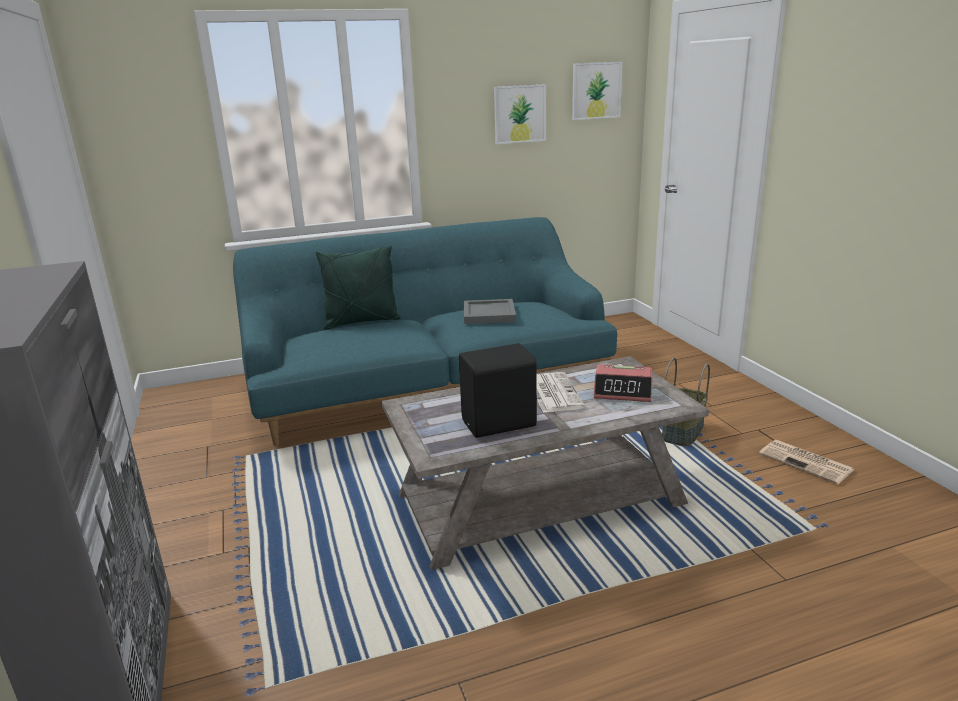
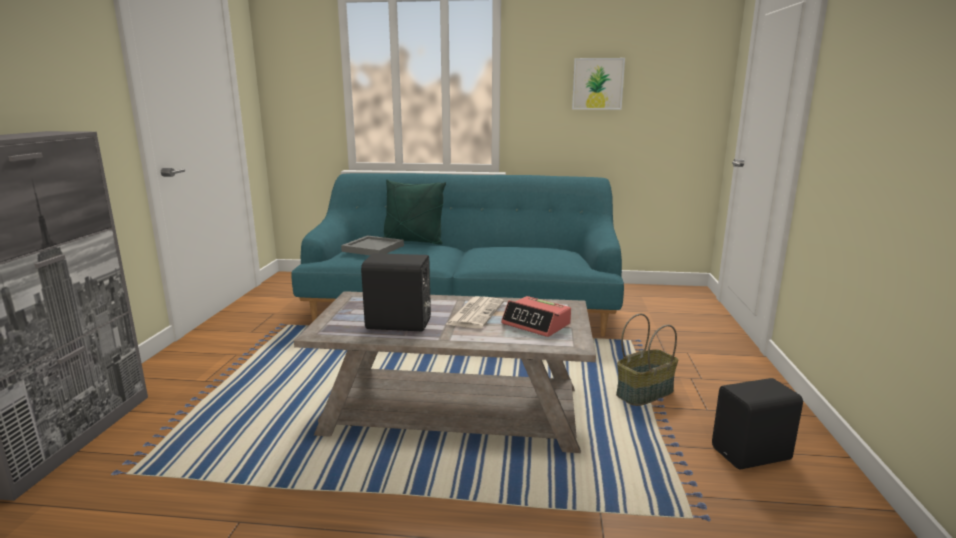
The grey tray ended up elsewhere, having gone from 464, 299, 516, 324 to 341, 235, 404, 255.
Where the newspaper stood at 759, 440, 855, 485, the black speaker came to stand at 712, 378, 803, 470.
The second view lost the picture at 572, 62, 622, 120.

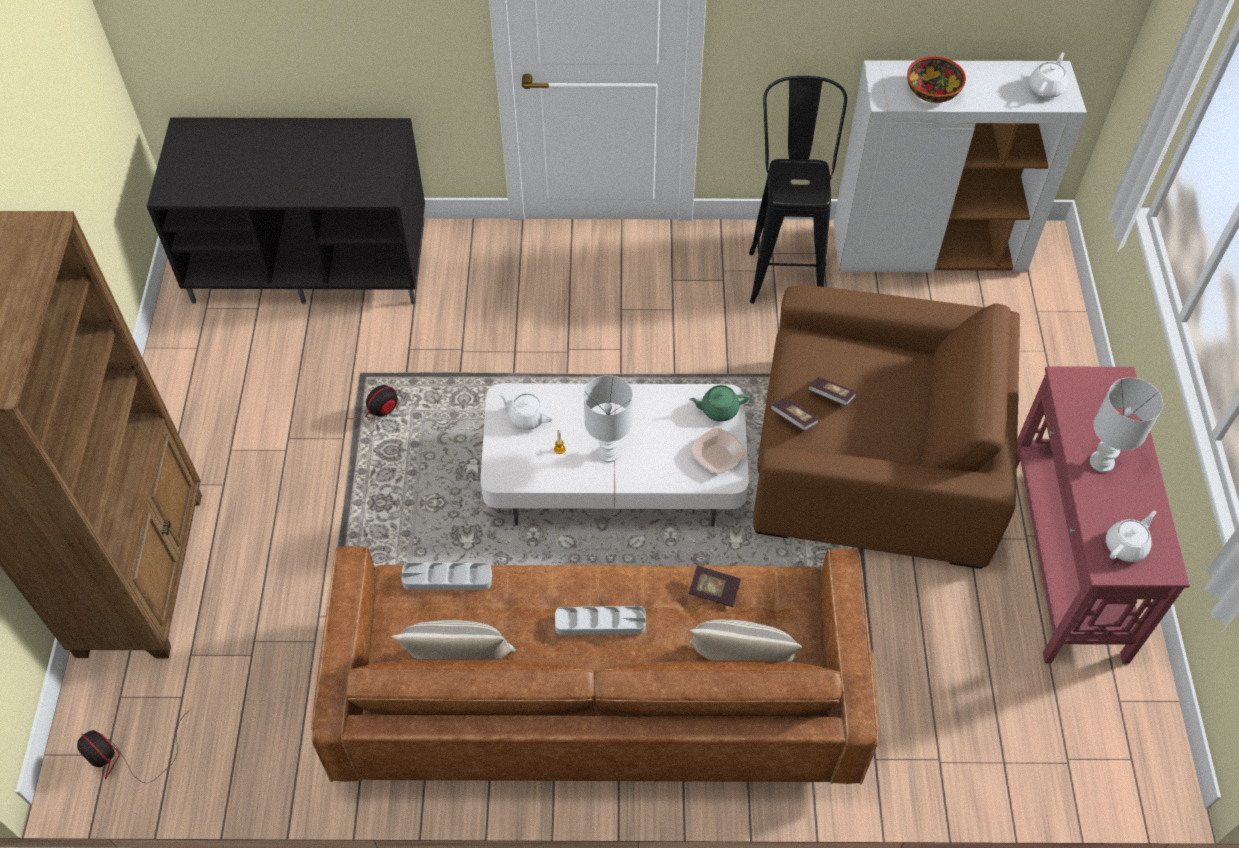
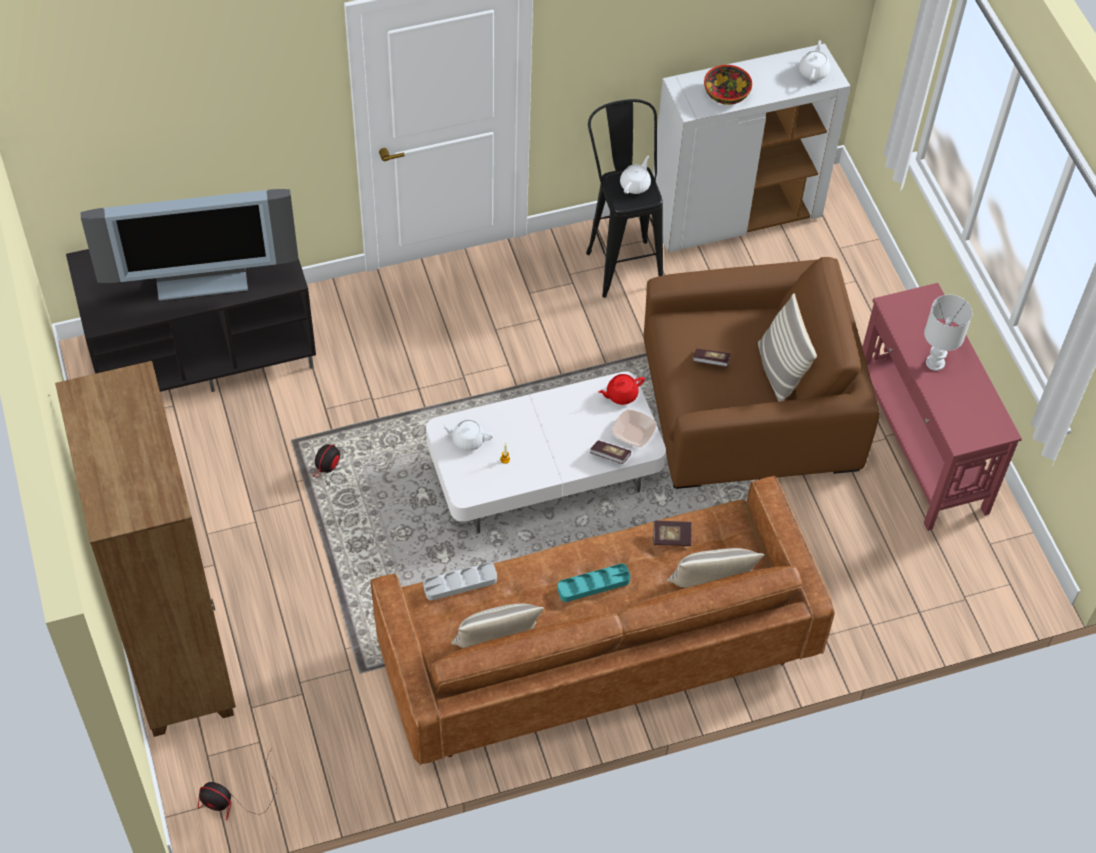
The second view gained the television at 80, 189, 299, 301.
What was the grey tray at 555, 606, 646, 635 turned into the turquoise tray at 557, 564, 631, 602.
The book ended up elsewhere, having gone from 770, 398, 820, 431 to 590, 440, 631, 464.
What was the green teapot at 689, 385, 749, 421 turned into the red teapot at 599, 374, 645, 405.
The white teapot ended up elsewhere, having gone from 1106, 511, 1156, 562 to 620, 156, 651, 194.
The second view gained the pillow at 758, 293, 817, 401.
The second view lost the white table lamp at 584, 375, 633, 463.

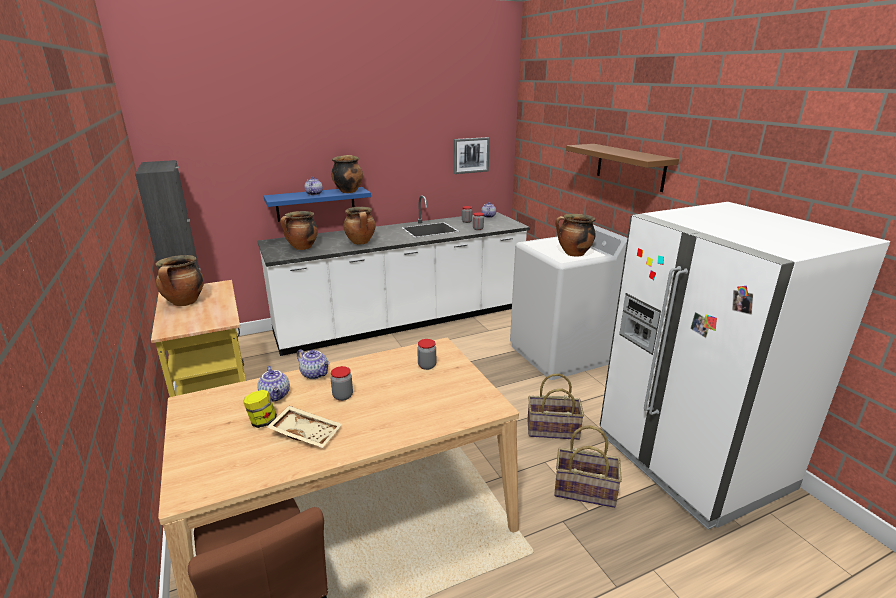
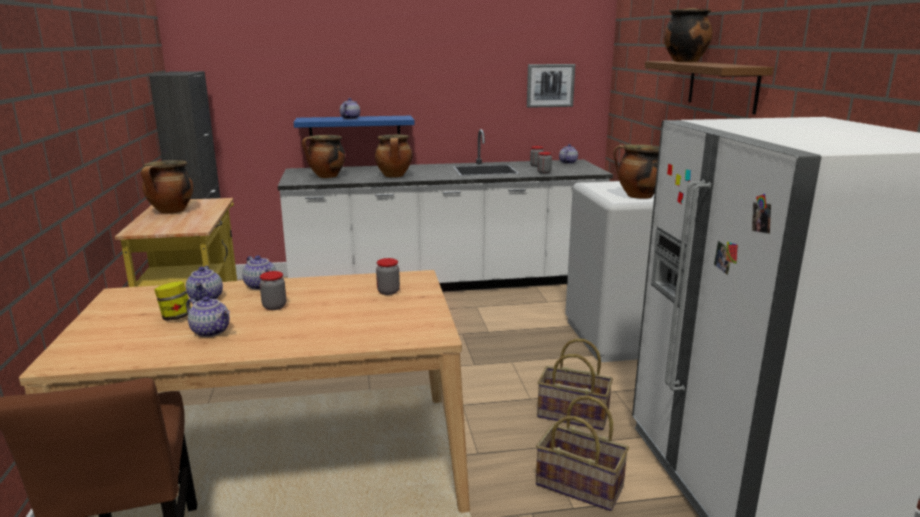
Where the beige tray stood at 267, 406, 342, 448, the teapot came to stand at 186, 296, 230, 337.
The cooking pot ended up elsewhere, having gone from 331, 155, 363, 193 to 664, 8, 713, 62.

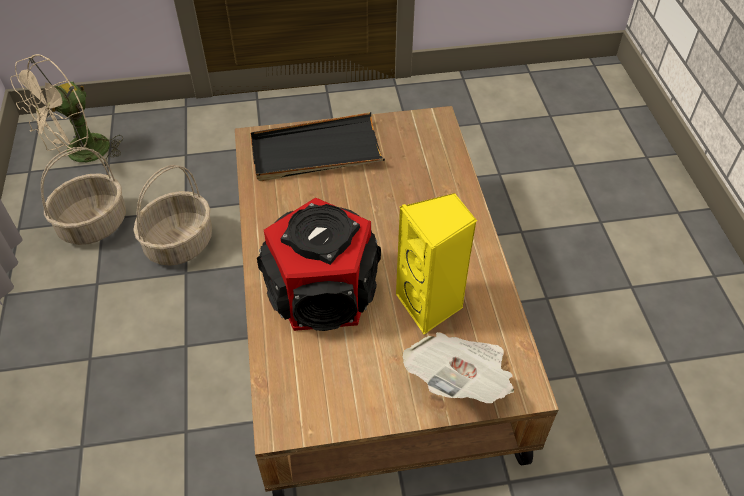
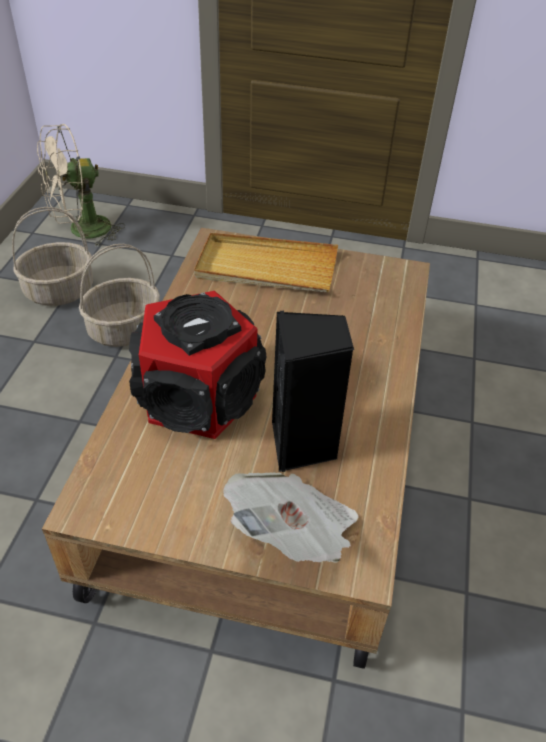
What was the black tray at 250, 112, 385, 181 turned into the beige tray at 194, 233, 338, 293.
What was the yellow speaker at 396, 193, 477, 334 turned into the black speaker at 272, 311, 354, 472.

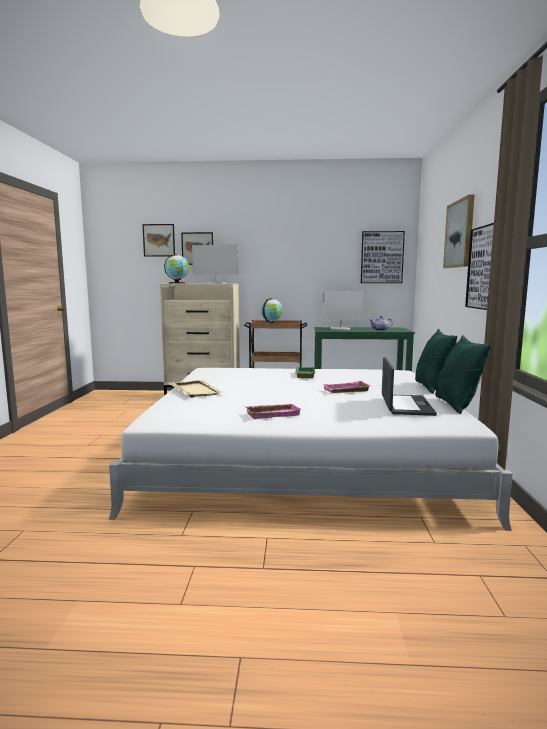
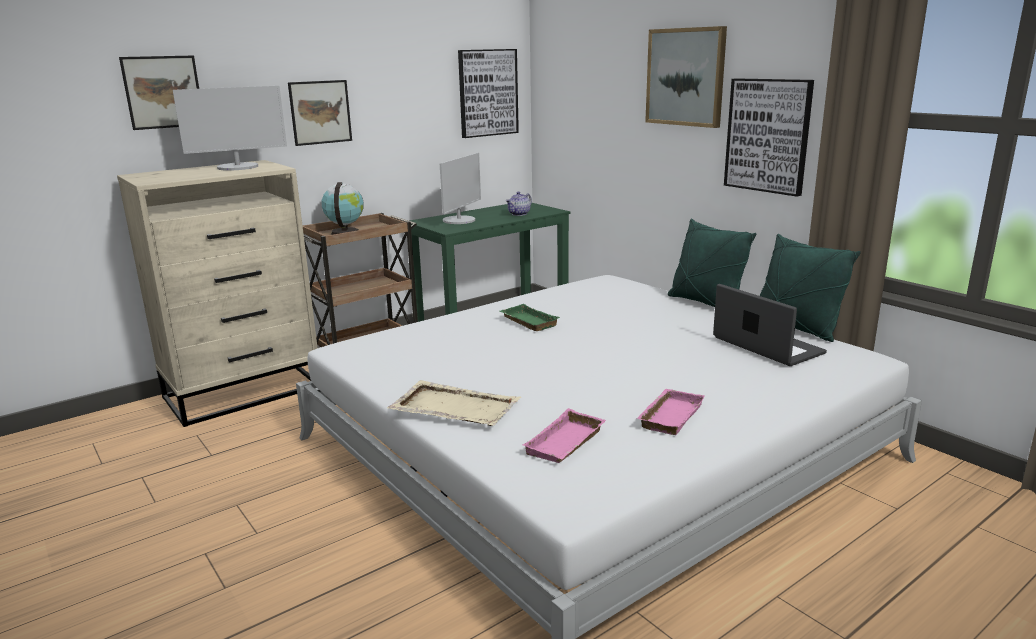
The picture ended up elsewhere, having gone from 142, 224, 175, 257 to 288, 80, 352, 146.
The pink tray ended up elsewhere, having gone from 323, 381, 370, 393 to 523, 408, 606, 463.
The second view lost the globe at 164, 254, 189, 284.

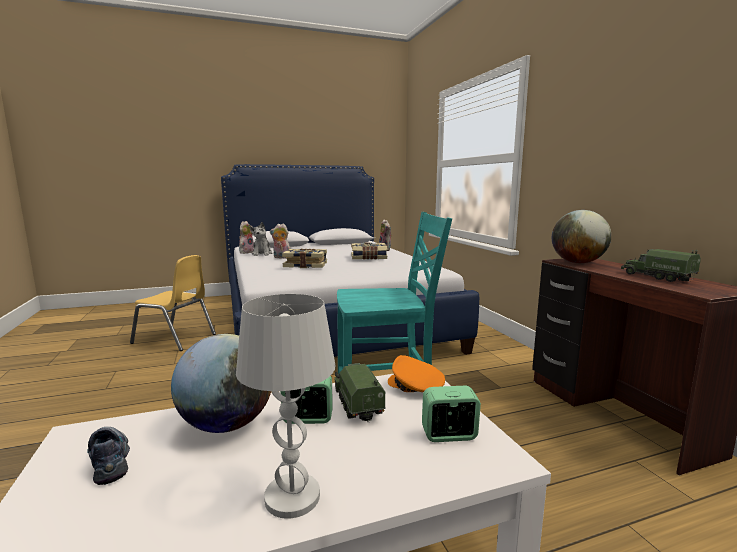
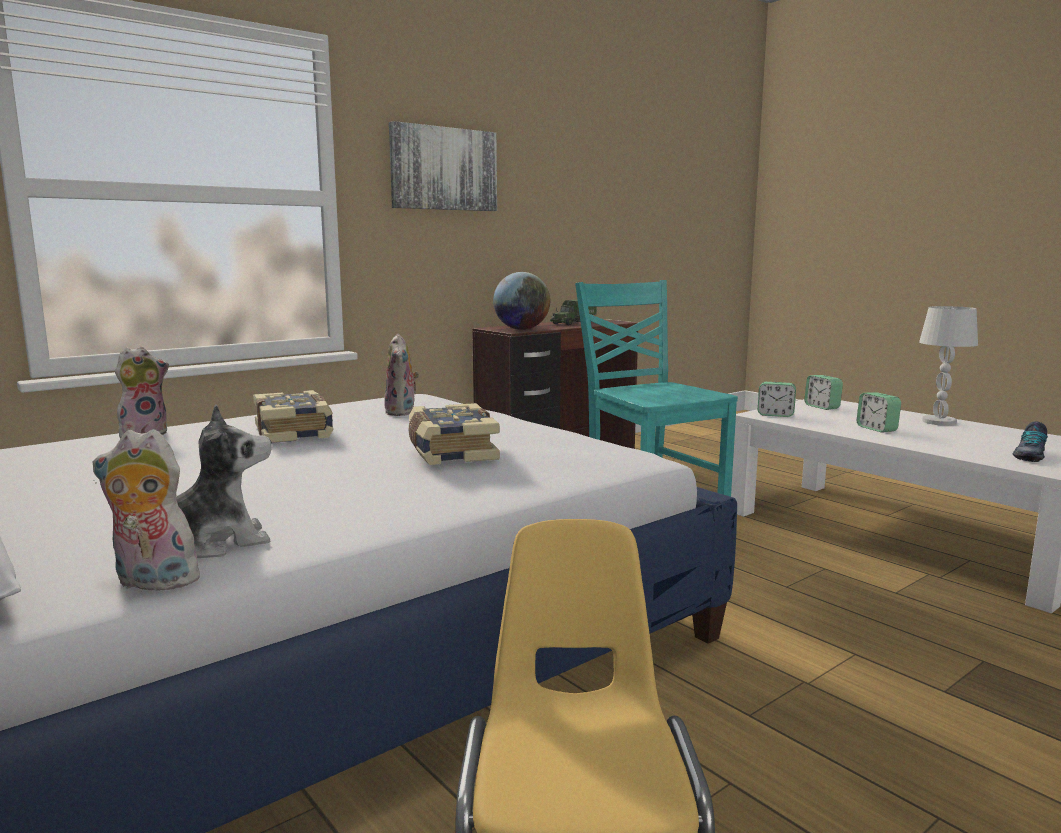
The plush toy ended up elsewhere, having gone from 270, 223, 290, 259 to 384, 334, 419, 416.
The second view gained the picture at 389, 121, 497, 211.
Where the orange cap stood at 388, 355, 445, 392, the alarm clock came to stand at 758, 382, 796, 417.
The second view lost the globe at 171, 334, 271, 433.
The second view lost the toy truck at 334, 363, 386, 423.

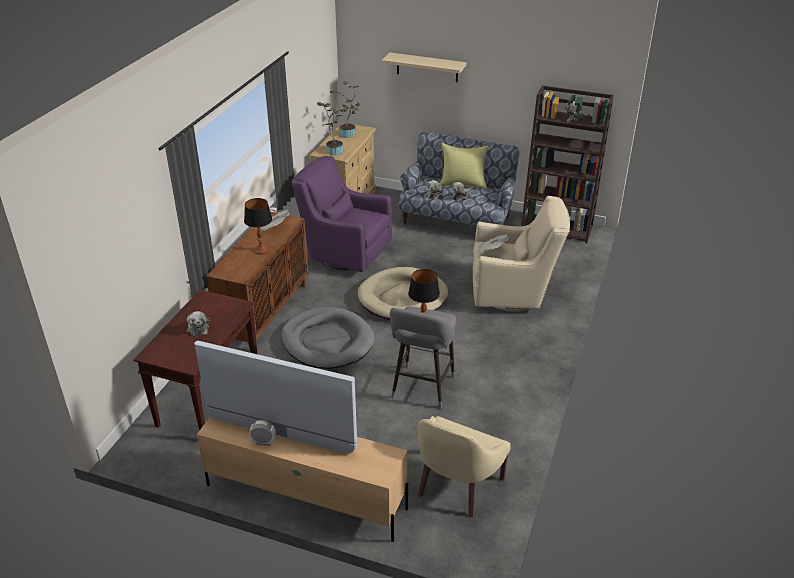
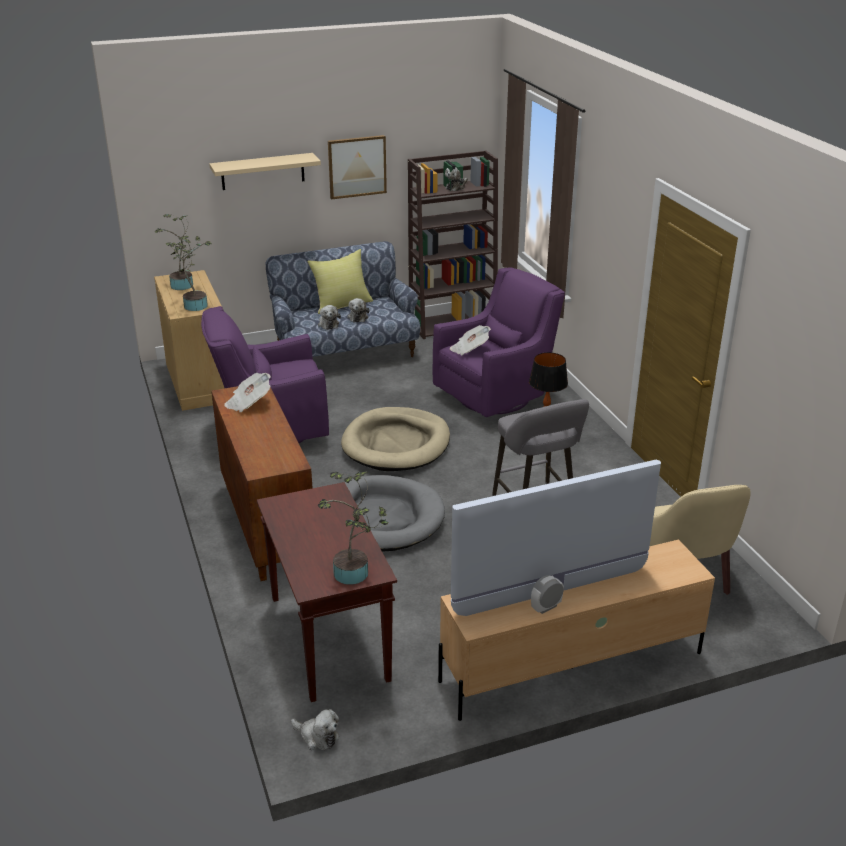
The plush toy ended up elsewhere, having gone from 187, 311, 210, 337 to 291, 709, 339, 750.
The second view gained the potted plant at 318, 471, 388, 585.
The second view gained the picture at 328, 135, 387, 199.
What was the beige armchair at 473, 196, 570, 312 turned into the purple armchair at 433, 268, 565, 417.
The second view lost the table lamp at 244, 198, 272, 255.

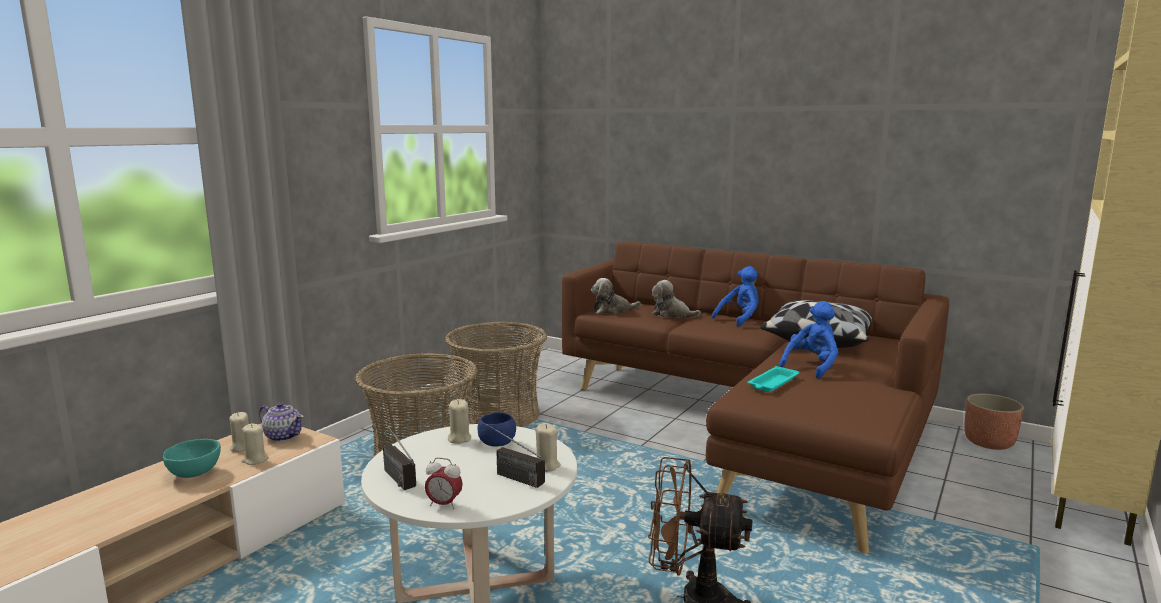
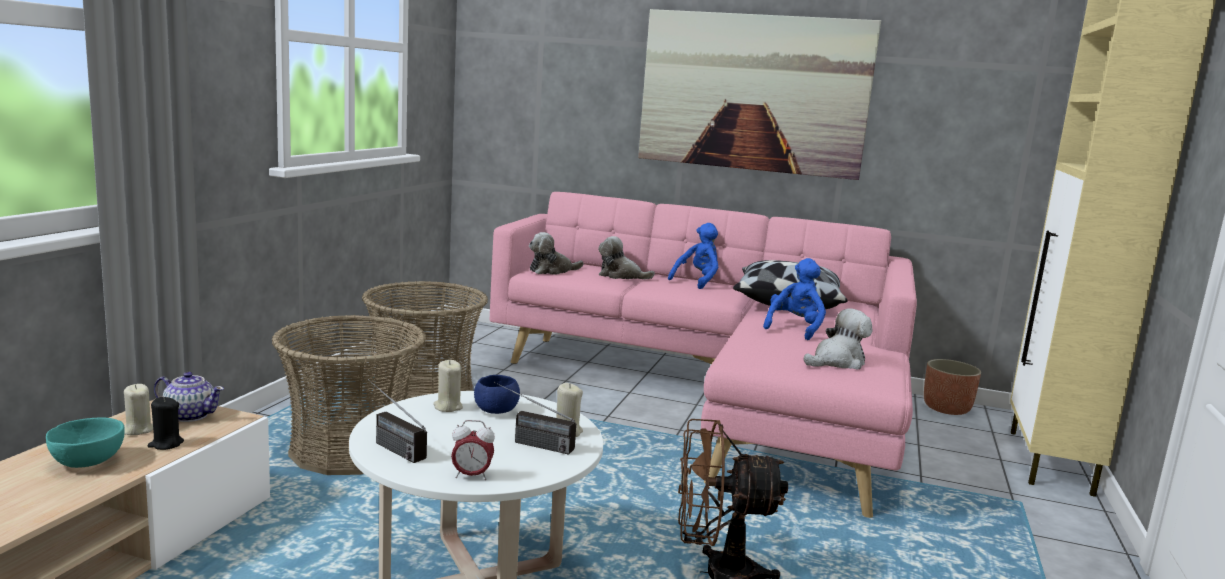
What was the beige candle at 241, 424, 269, 465 turned into the black candle at 148, 397, 184, 450.
What was the brown sofa at 562, 241, 949, 553 turned into the pink sofa at 490, 192, 917, 518.
The second view gained the picture at 638, 9, 881, 180.
The second view gained the plush toy at 803, 308, 872, 370.
The second view lost the turquoise tray at 748, 366, 800, 392.

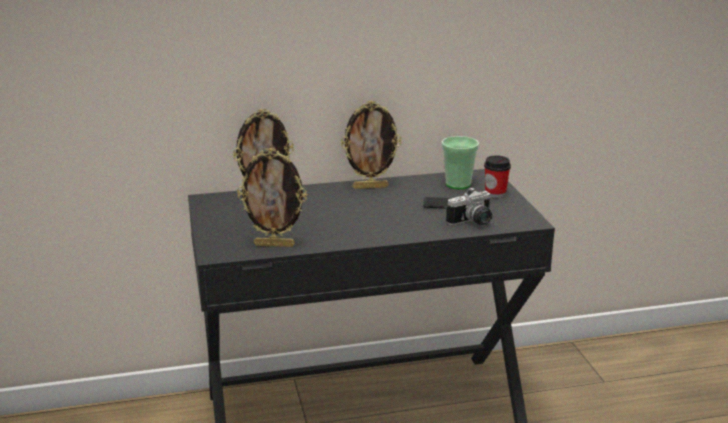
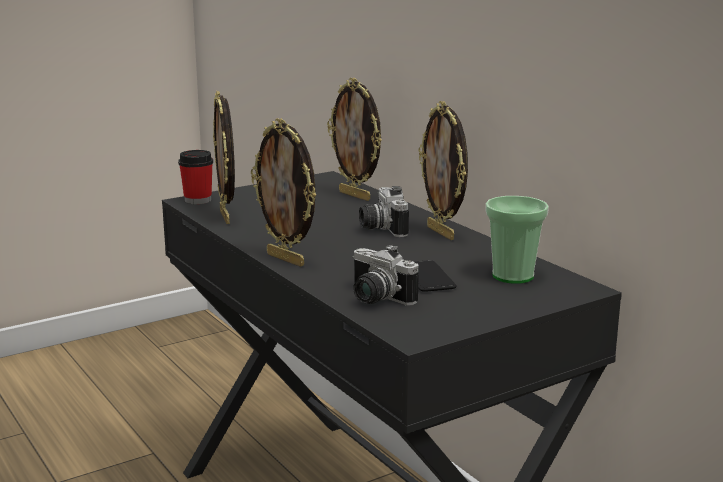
The cup ended up elsewhere, having gone from 484, 156, 511, 198 to 178, 150, 213, 204.
The second view gained the picture frame at 251, 118, 316, 267.
The second view gained the photo camera at 359, 186, 409, 237.

